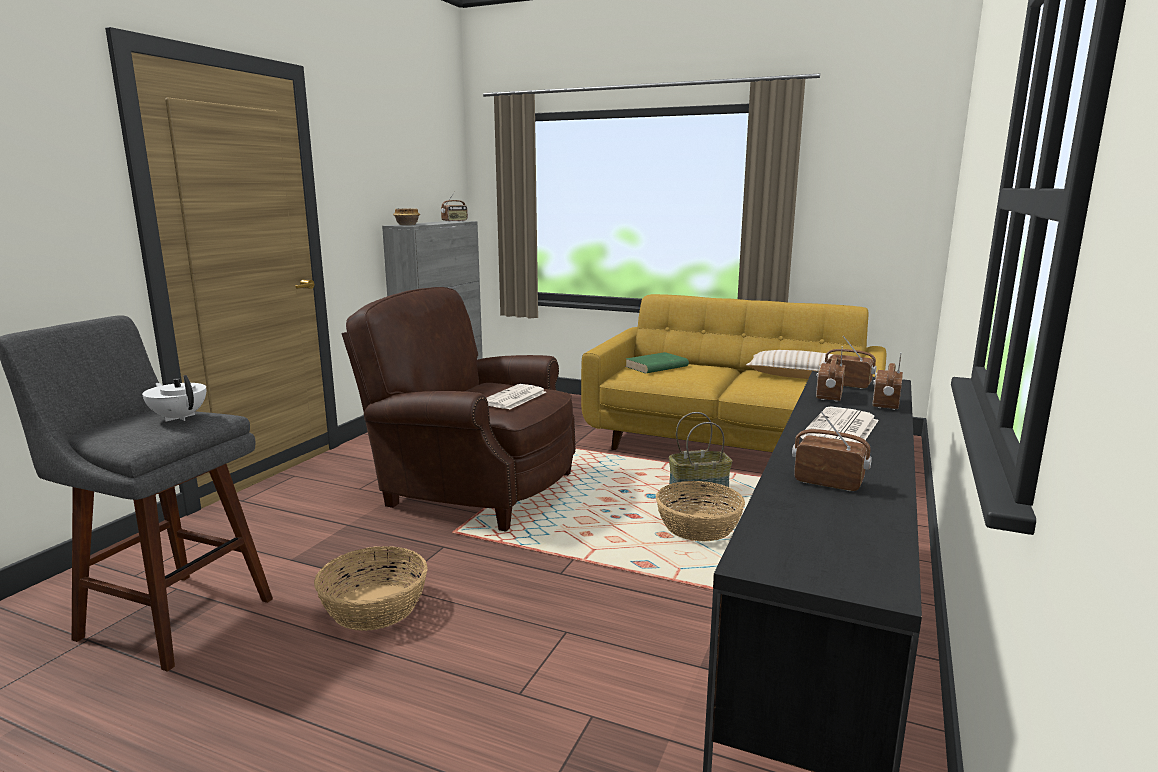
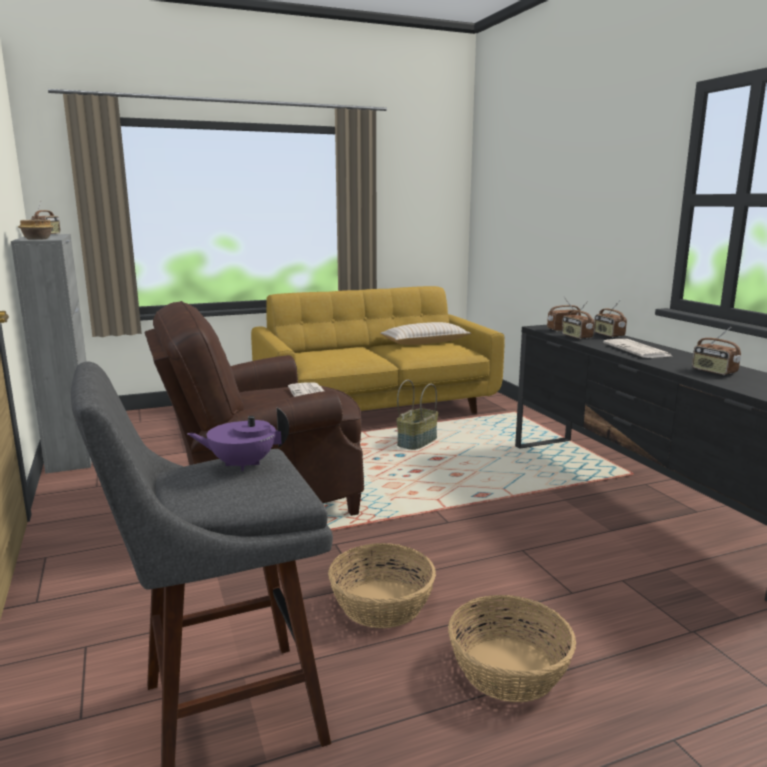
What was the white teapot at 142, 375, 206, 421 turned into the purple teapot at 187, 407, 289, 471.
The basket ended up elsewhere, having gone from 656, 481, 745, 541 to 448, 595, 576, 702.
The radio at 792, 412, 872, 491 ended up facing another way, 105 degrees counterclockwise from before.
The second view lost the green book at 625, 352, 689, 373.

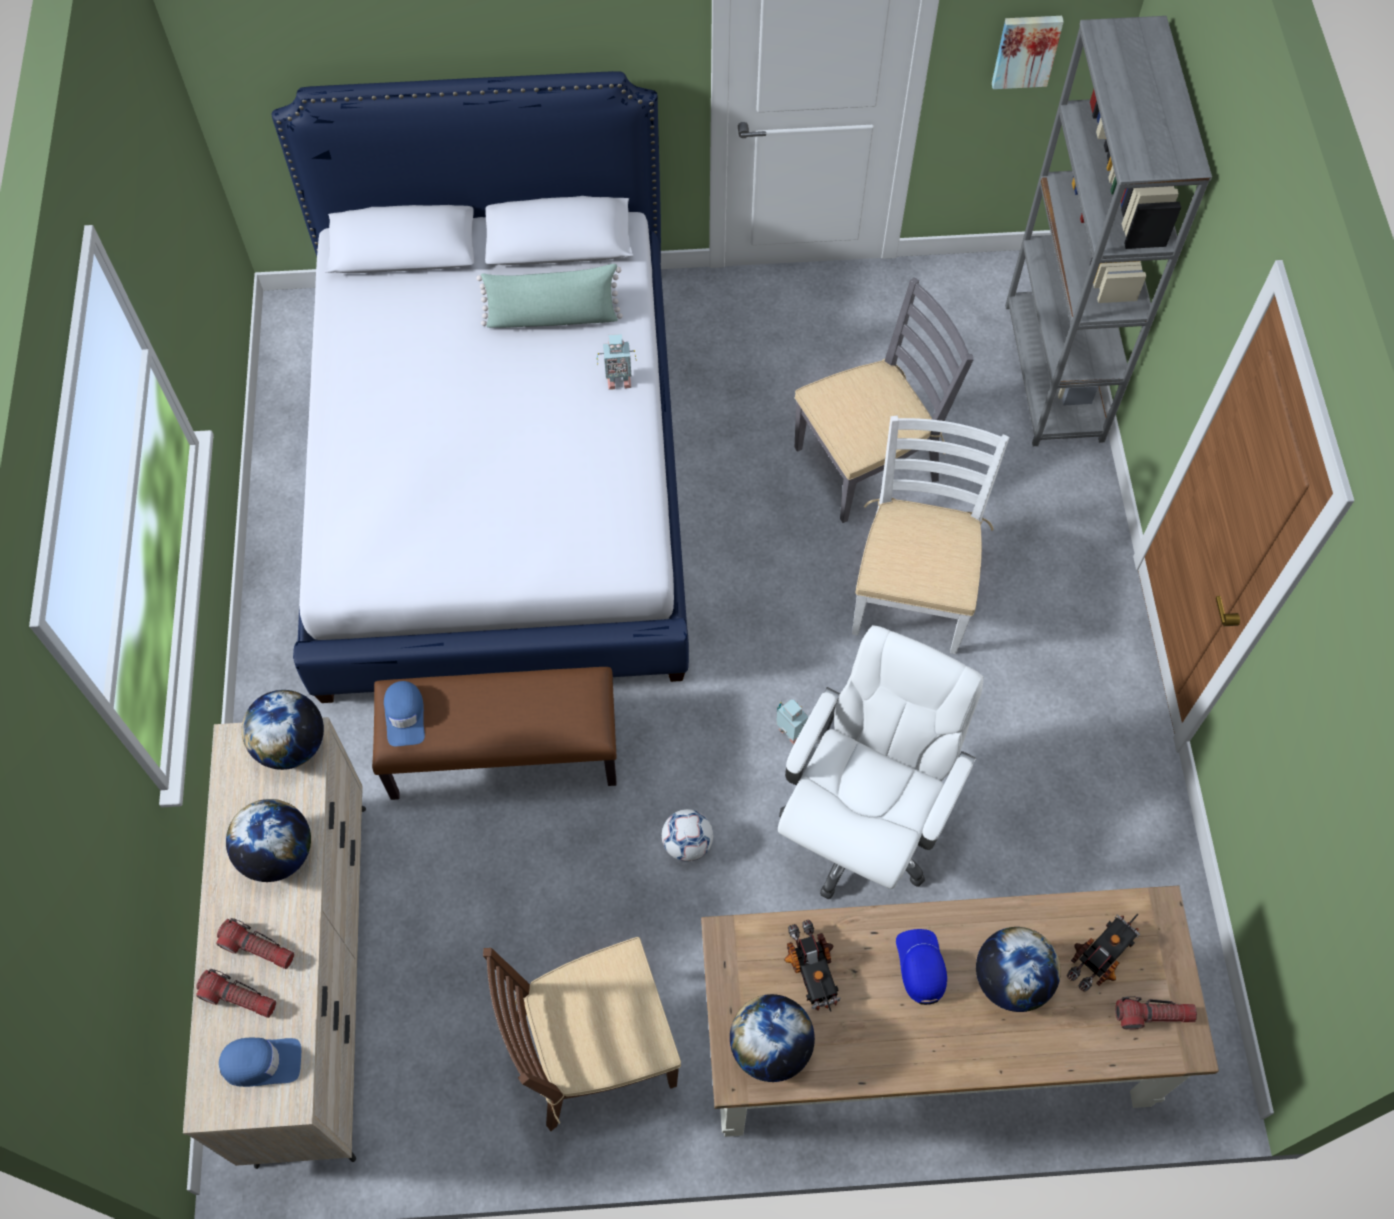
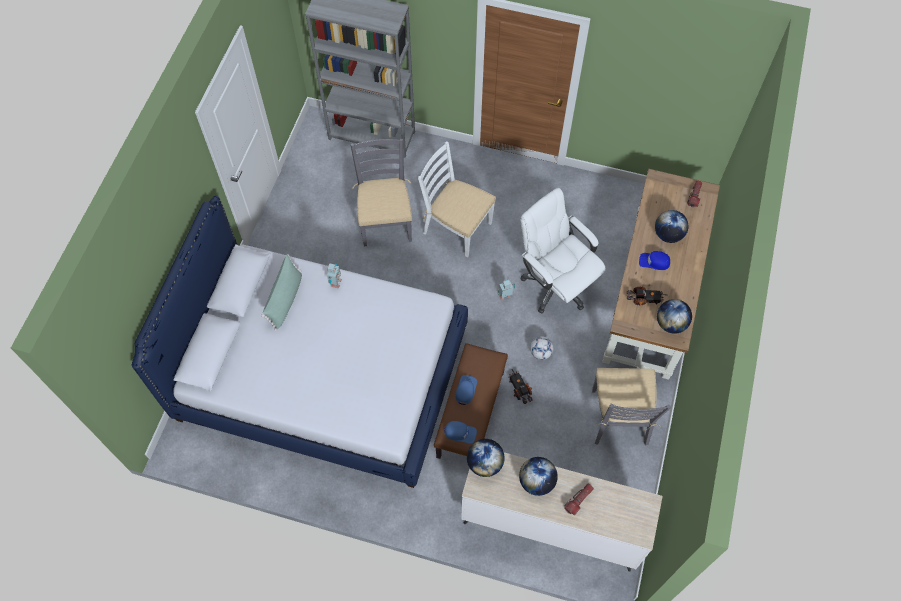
The blue cap ended up elsewhere, having gone from 219, 1038, 301, 1087 to 455, 375, 477, 405.
The toy truck ended up elsewhere, having gone from 1067, 914, 1140, 991 to 508, 369, 532, 404.
What was the brown chair at 483, 937, 681, 1131 turned into the grey chair at 592, 368, 671, 446.
The second view lost the flashlight at 196, 969, 276, 1018.
The second view lost the picture at 992, 16, 1064, 89.

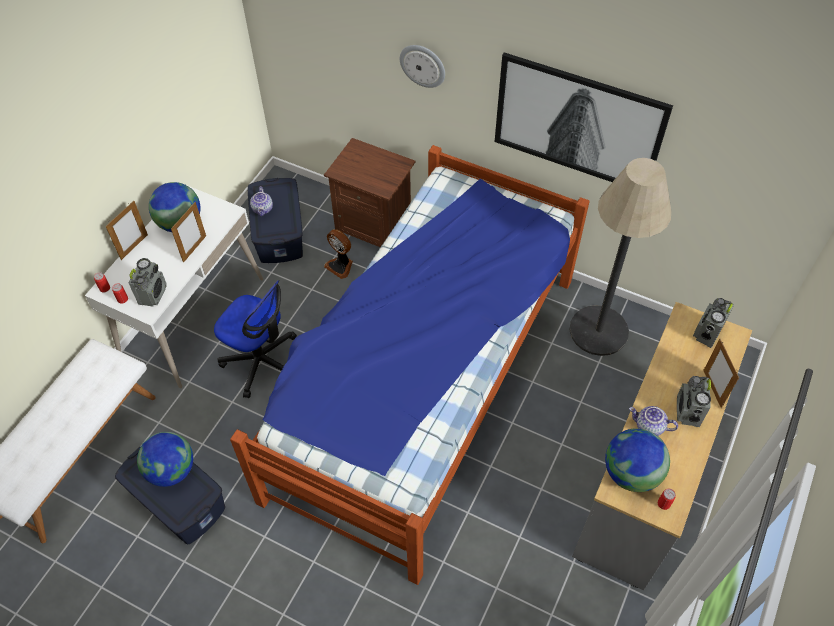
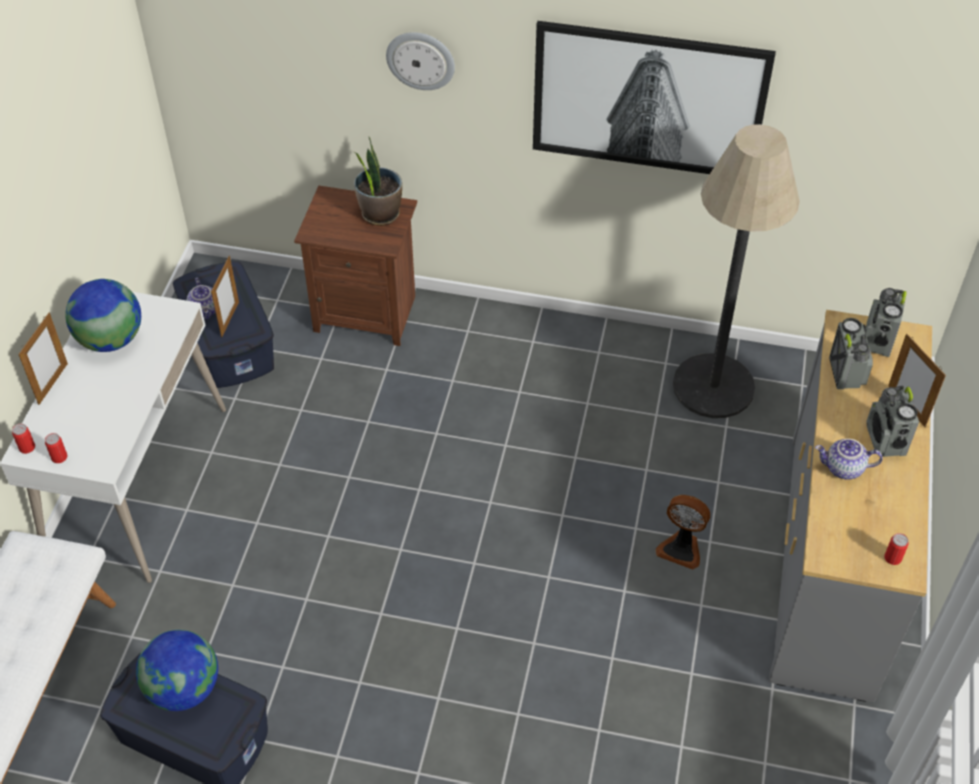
The picture frame ended up elsewhere, having gone from 171, 202, 206, 263 to 211, 256, 239, 337.
The second view gained the potted plant at 354, 137, 402, 226.
The fan ended up elsewhere, having gone from 324, 229, 353, 279 to 655, 495, 710, 570.
The radio ended up elsewhere, having gone from 129, 258, 167, 307 to 829, 318, 873, 389.
The second view lost the office chair at 214, 280, 297, 398.
The second view lost the bed at 230, 145, 590, 585.
The second view lost the globe at 605, 428, 670, 492.

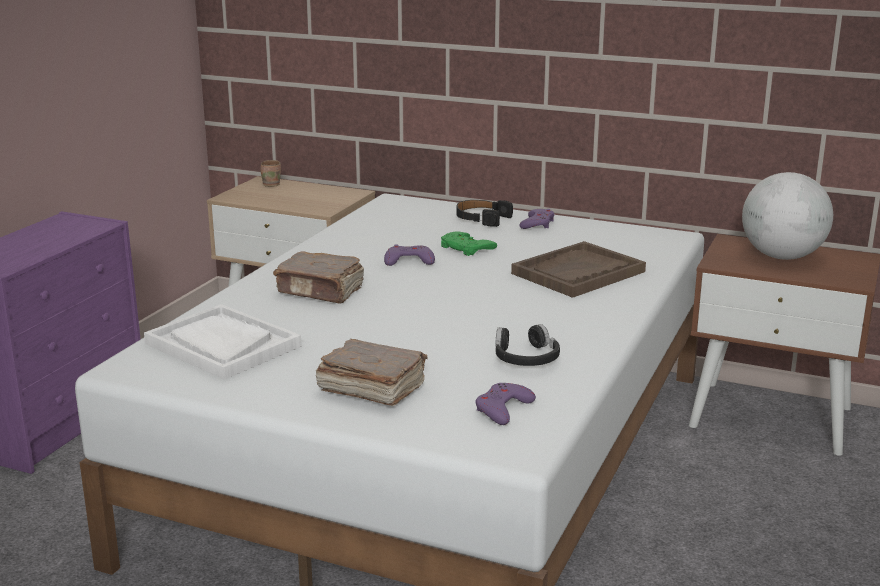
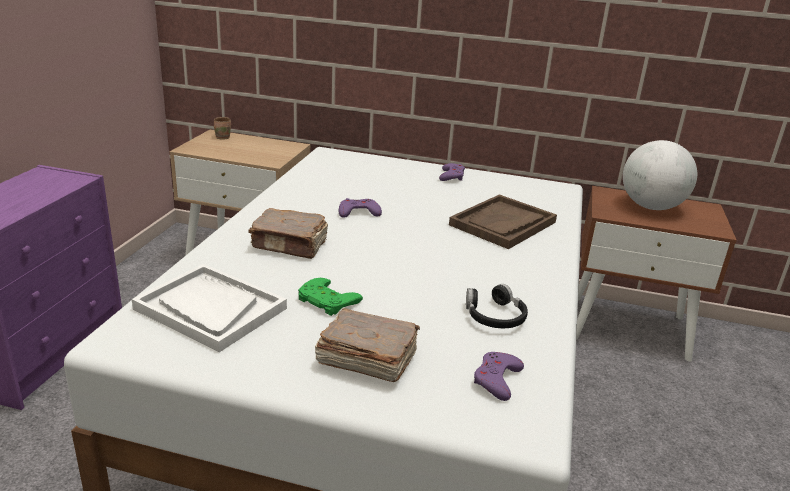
The green game controller ended up elsewhere, having gone from 441, 231, 497, 256 to 298, 278, 363, 316.
The second view lost the black headphones at 456, 200, 513, 227.

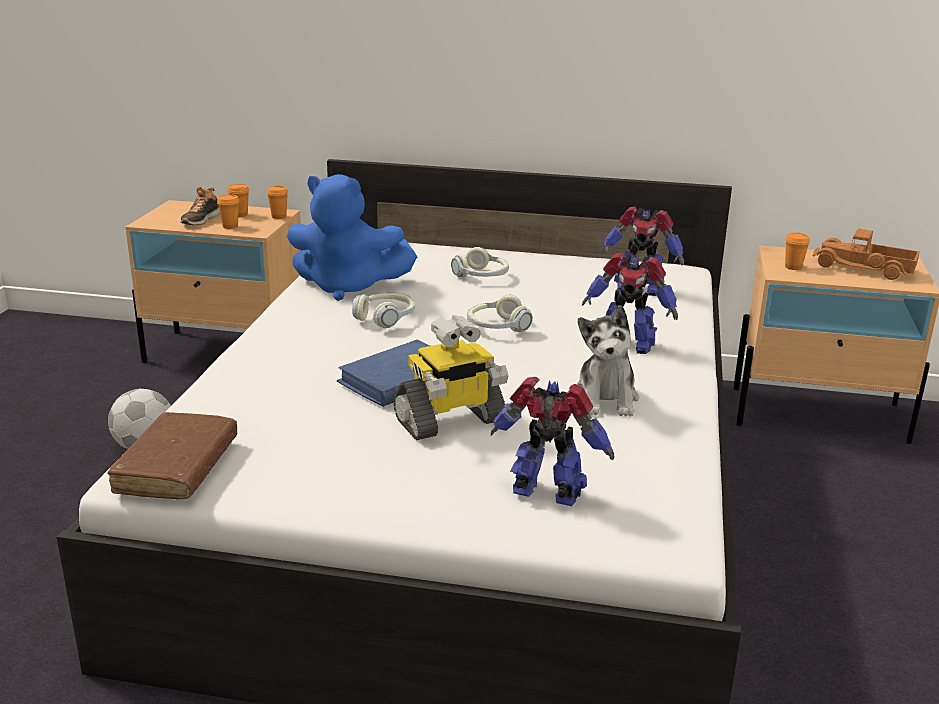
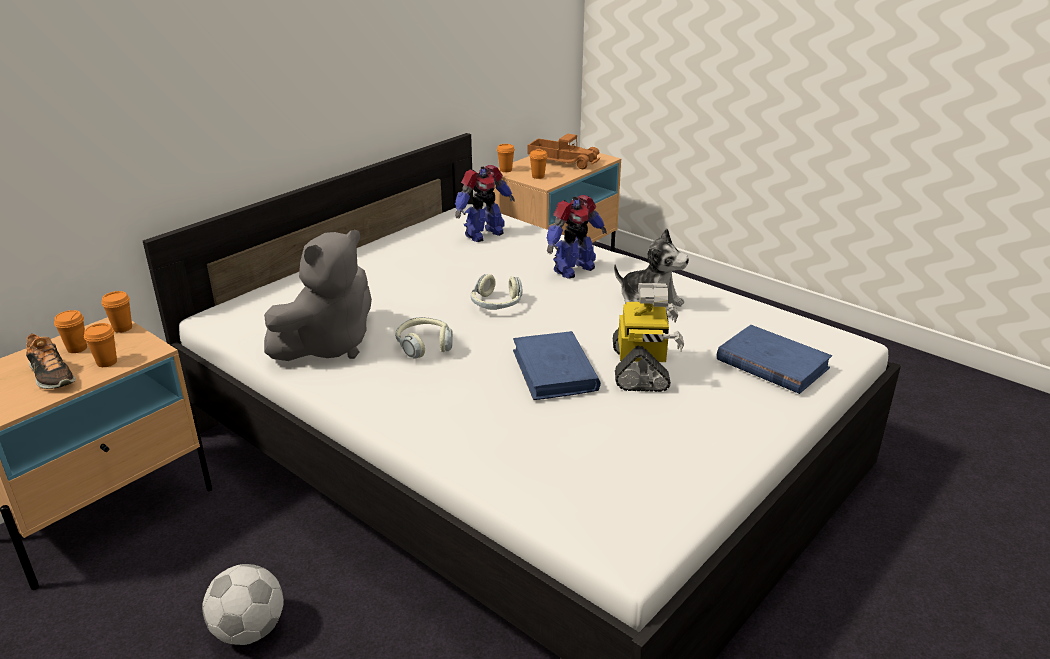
What was the blue plush toy at 287, 174, 417, 301 turned into the grey plush toy at 264, 230, 372, 361.
The second view gained the orange cup at 497, 144, 515, 172.
The toy truck at 813, 229, 920, 280 ended up facing another way, 120 degrees counterclockwise from before.
Where the toy robot stood at 491, 377, 614, 506, the blue book came to stand at 717, 325, 832, 394.
The second view lost the brown book at 107, 412, 237, 499.
The second view lost the headphones at 451, 247, 509, 277.

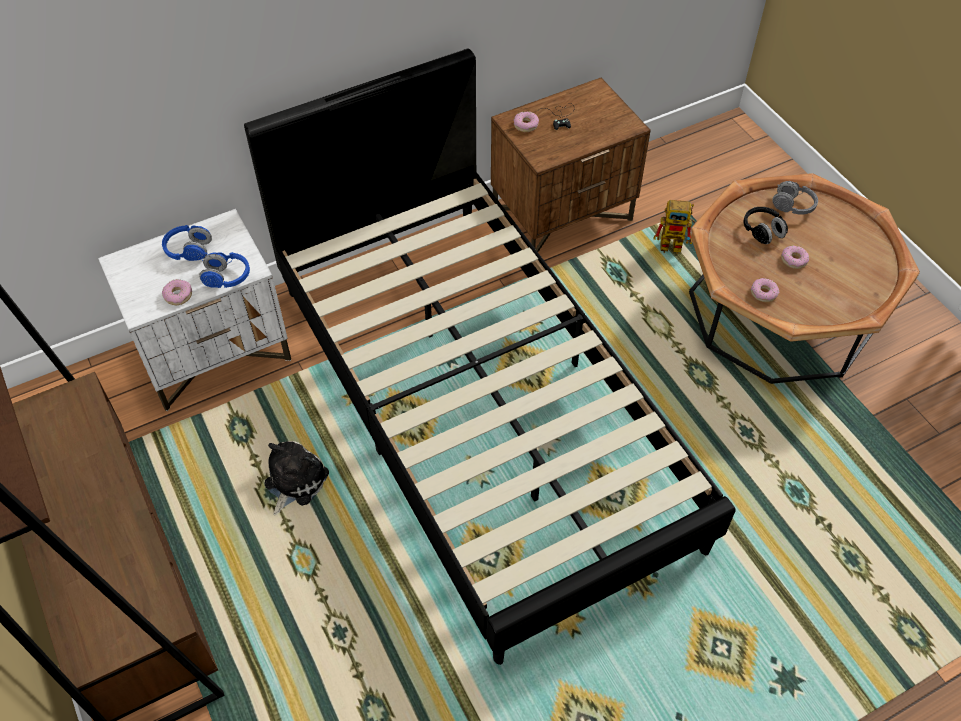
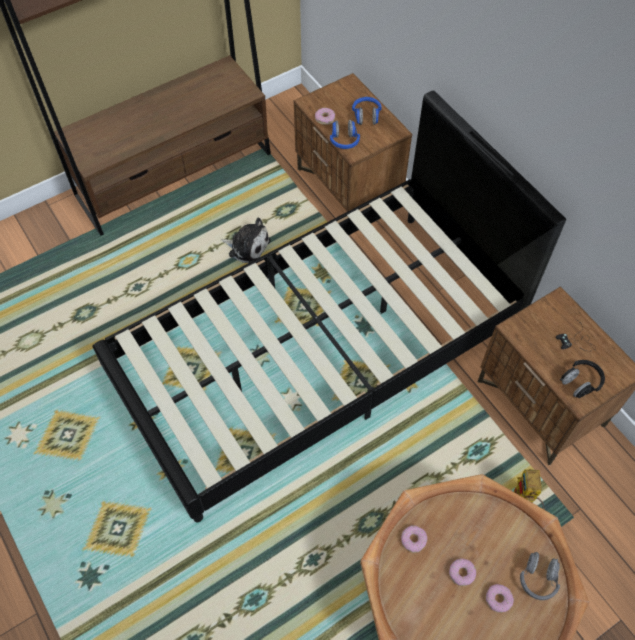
What was the white nightstand at 98, 209, 291, 411 turned into the brown nightstand at 294, 73, 412, 212.
The donut ended up elsewhere, having gone from 513, 112, 539, 132 to 485, 584, 514, 613.
The black headphones ended up elsewhere, having gone from 744, 207, 788, 244 to 560, 360, 605, 398.

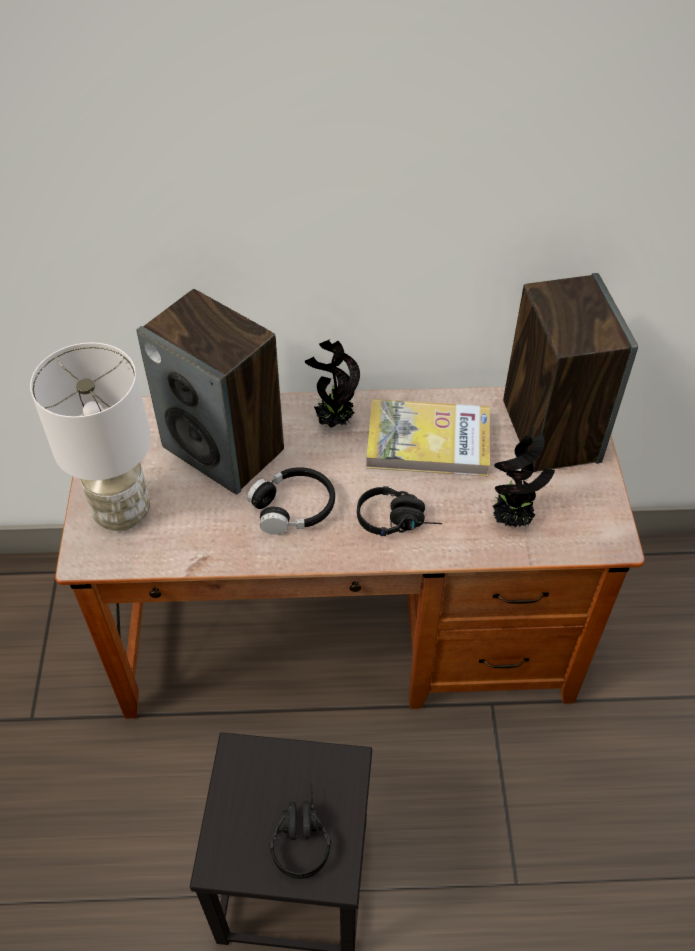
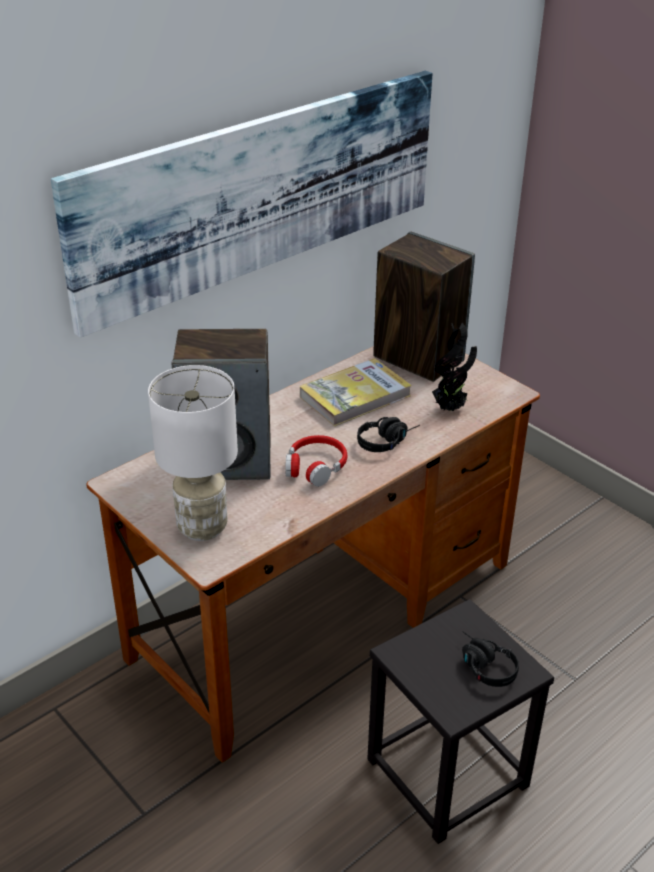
The second view gained the picture at 51, 71, 433, 338.
What was the black headphones at 247, 467, 335, 535 turned into the red headphones at 286, 435, 347, 487.
The second view lost the potted plant at 305, 339, 360, 427.

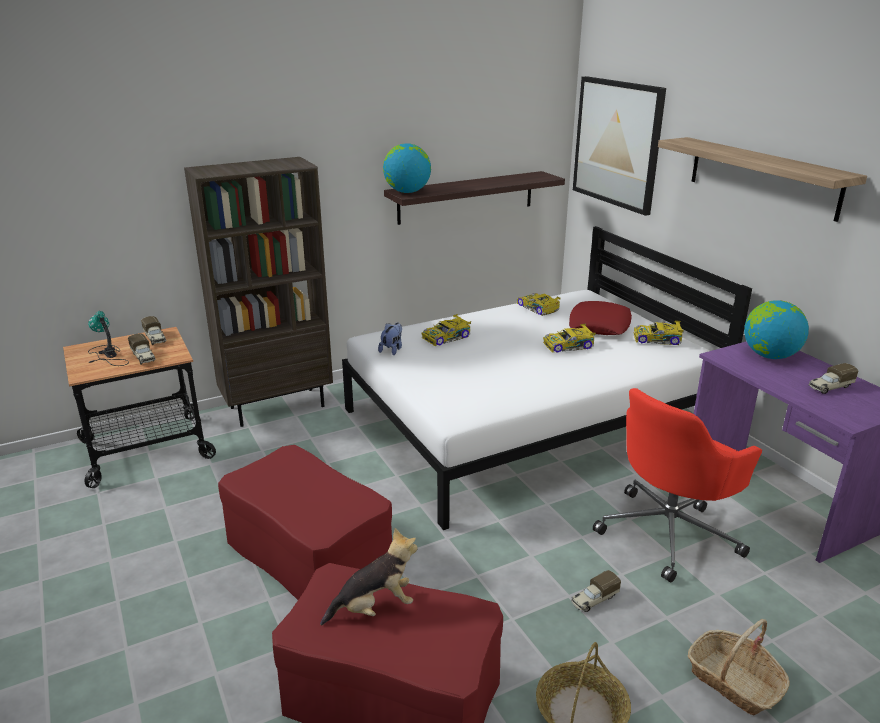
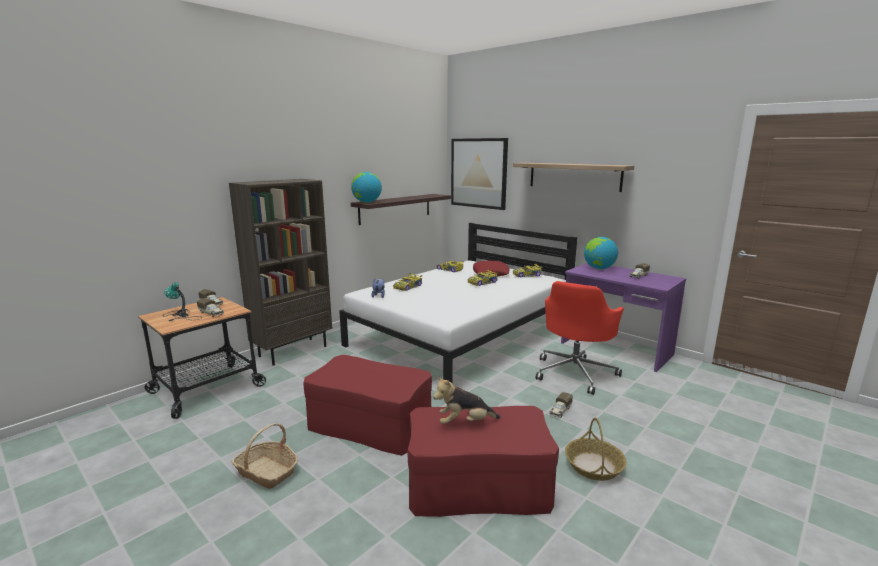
The basket ended up elsewhere, having gone from 687, 619, 790, 716 to 231, 423, 298, 489.
The plush toy at 320, 528, 418, 625 ended up facing another way, 150 degrees counterclockwise from before.

